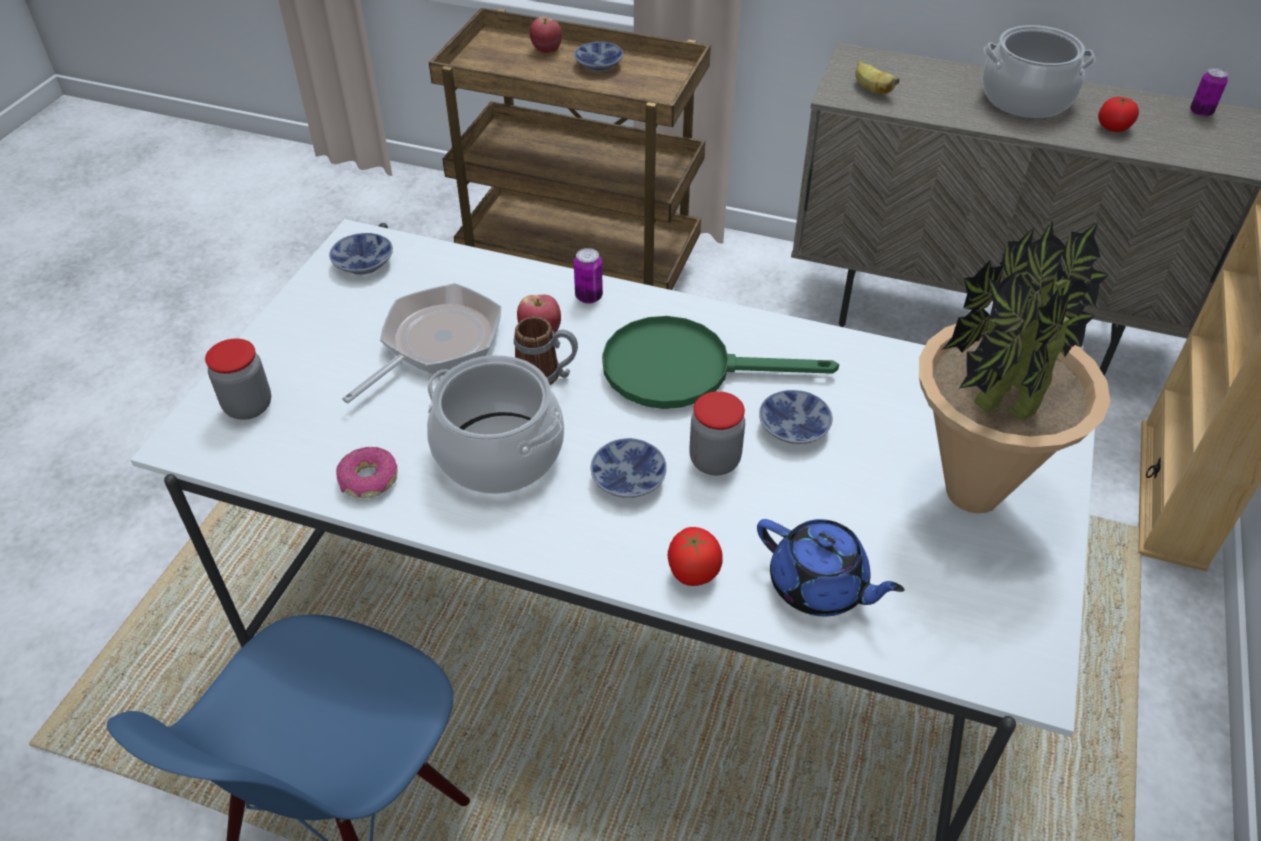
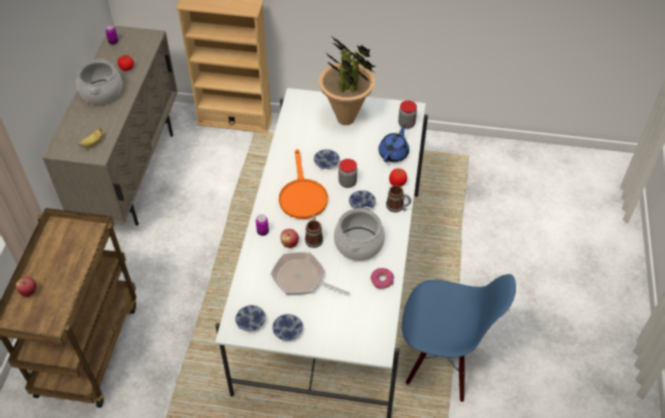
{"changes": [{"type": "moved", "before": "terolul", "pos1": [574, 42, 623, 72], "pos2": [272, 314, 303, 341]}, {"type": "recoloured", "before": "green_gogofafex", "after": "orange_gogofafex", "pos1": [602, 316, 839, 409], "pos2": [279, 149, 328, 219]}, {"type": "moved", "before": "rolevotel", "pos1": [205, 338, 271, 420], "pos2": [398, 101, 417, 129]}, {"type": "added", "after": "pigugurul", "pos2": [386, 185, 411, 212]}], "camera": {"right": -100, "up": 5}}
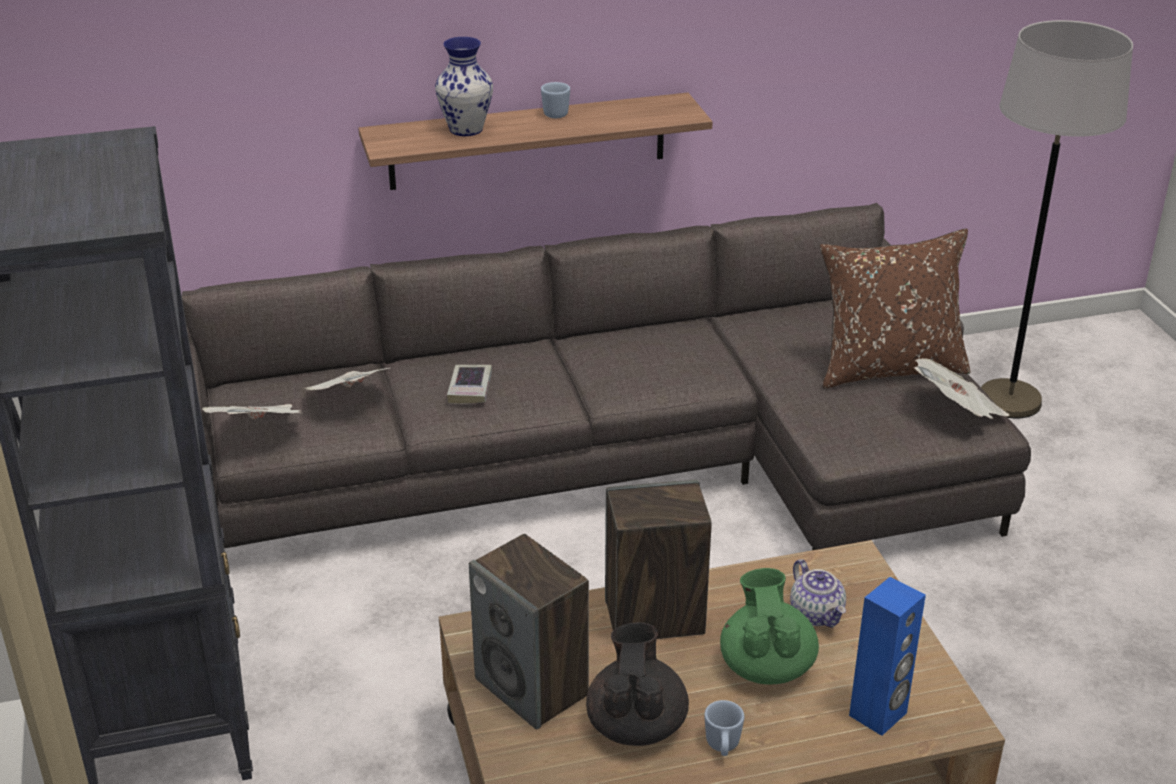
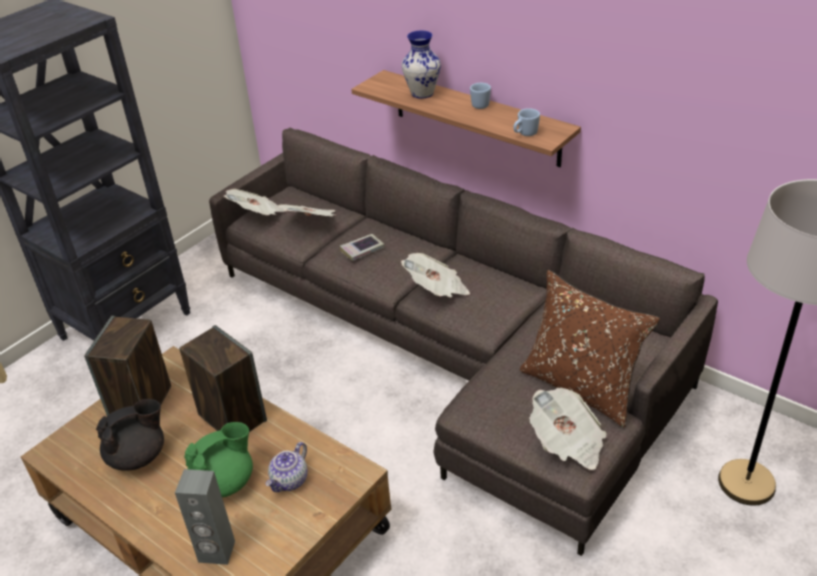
{"changes": [{"type": "recoloured", "before": "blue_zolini", "after": "grey_zolini", "pos1": [849, 577, 926, 736], "pos2": [175, 469, 235, 565]}, {"type": "moved", "before": "blue_pigugurul", "pos1": [704, 700, 744, 756], "pos2": [513, 108, 540, 136]}, {"type": "added", "after": "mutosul", "pos2": [401, 253, 470, 297]}], "camera": {"right": 55, "up": 5}}
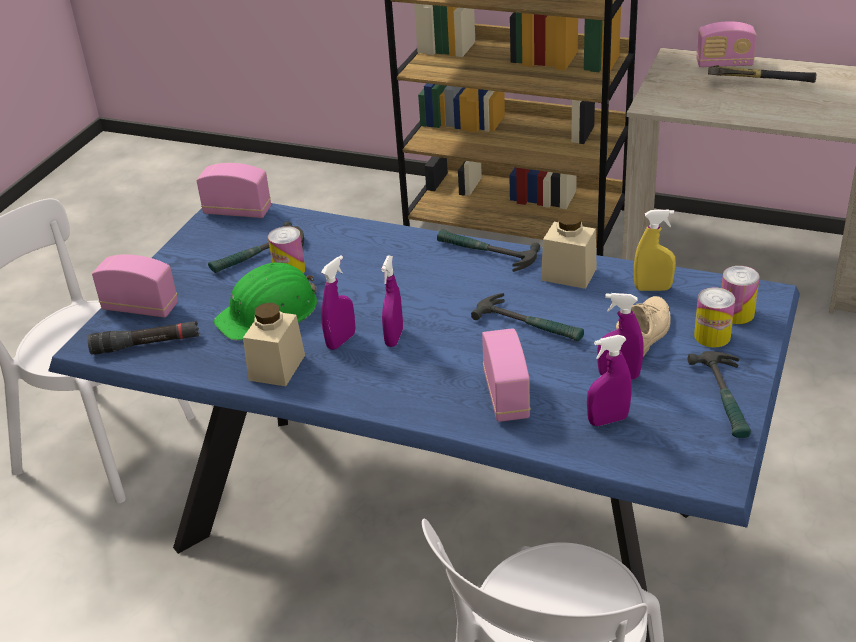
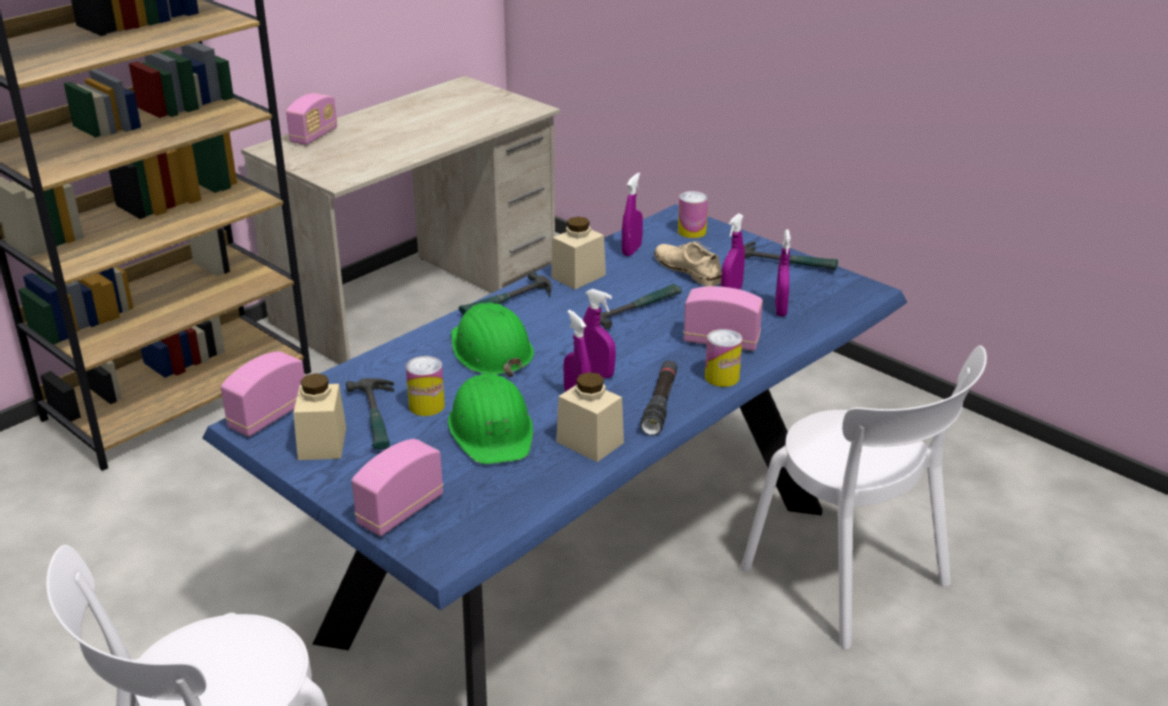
{"changes": [{"type": "removed", "before": "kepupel", "pos1": [708, 65, 816, 83]}, {"type": "recoloured", "before": "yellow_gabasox", "after": "purple_gabasox", "pos1": [634, 210, 676, 291], "pos2": [622, 172, 643, 256]}, {"type": "moved", "before": "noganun", "pos1": [694, 287, 735, 347], "pos2": [705, 329, 742, 387]}, {"type": "moved", "before": "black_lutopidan", "pos1": [87, 321, 199, 355], "pos2": [640, 360, 678, 436]}, {"type": "added", "after": "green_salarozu", "pos2": [451, 303, 534, 377]}, {"type": "added", "after": "beige_rolevotel", "pos2": [293, 373, 346, 460]}], "camera": {"right": -70, "up": -5}}
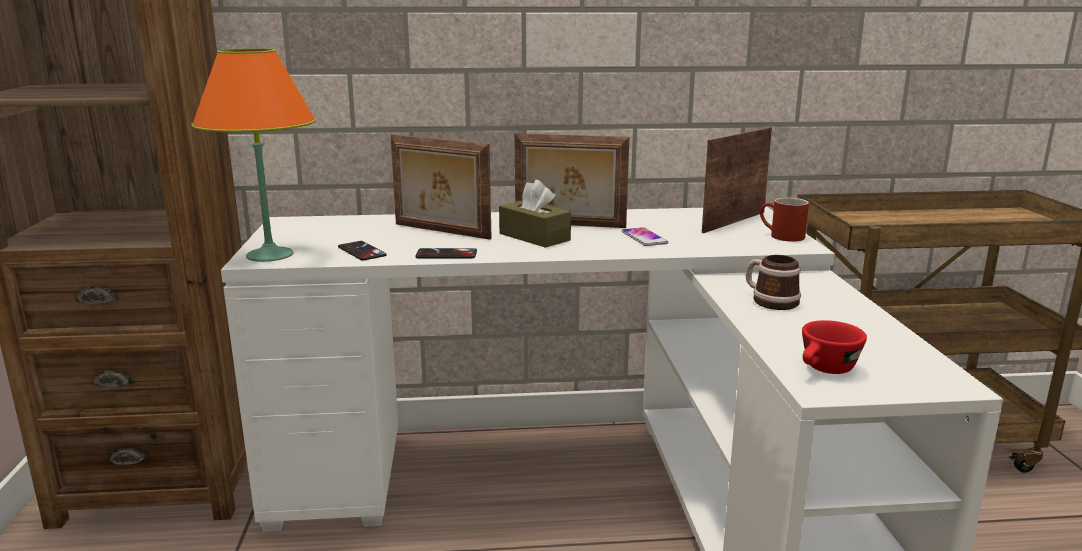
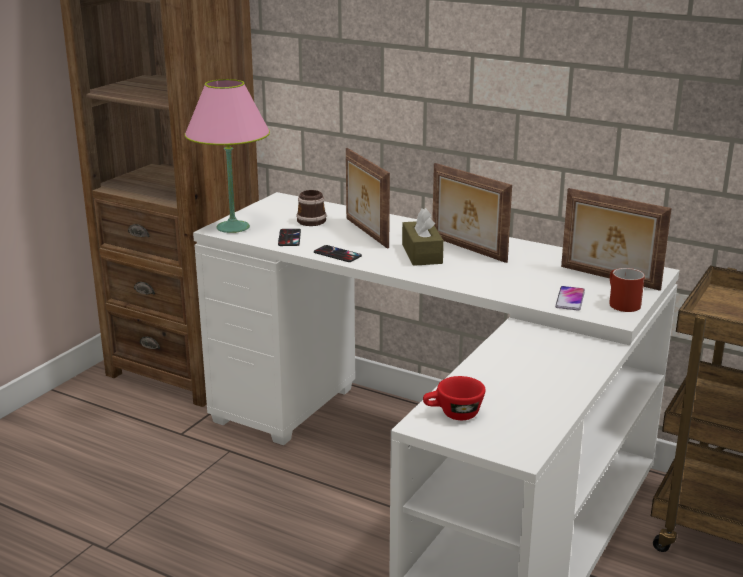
{"changes": [{"type": "recoloured", "before": "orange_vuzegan", "after": "pink_vuzegan", "pos1": [192, 49, 316, 262], "pos2": [185, 79, 270, 233]}, {"type": "turned", "before": "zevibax", "pos1": [702, 127, 772, 233], "pos2": [561, 188, 672, 291], "turn": -135}, {"type": "moved", "before": "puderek", "pos1": [622, 227, 668, 246], "pos2": [555, 286, 585, 311]}, {"type": "moved", "before": "pigugurul", "pos1": [746, 255, 801, 310], "pos2": [296, 190, 327, 226]}], "camera": {"right": 35, "up": 5}}
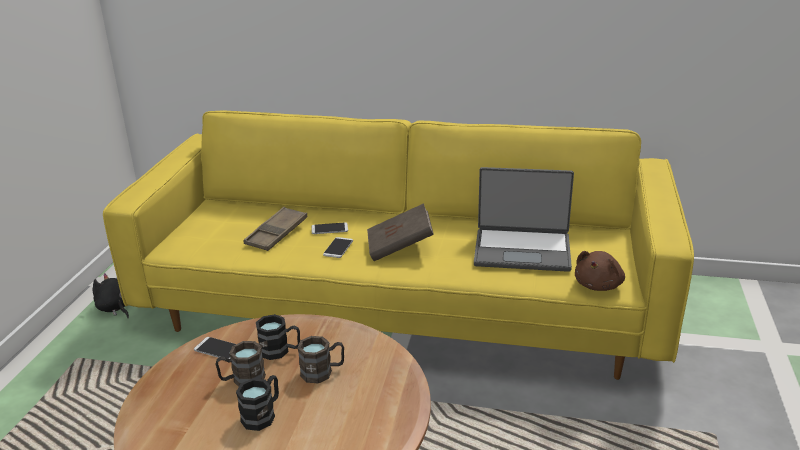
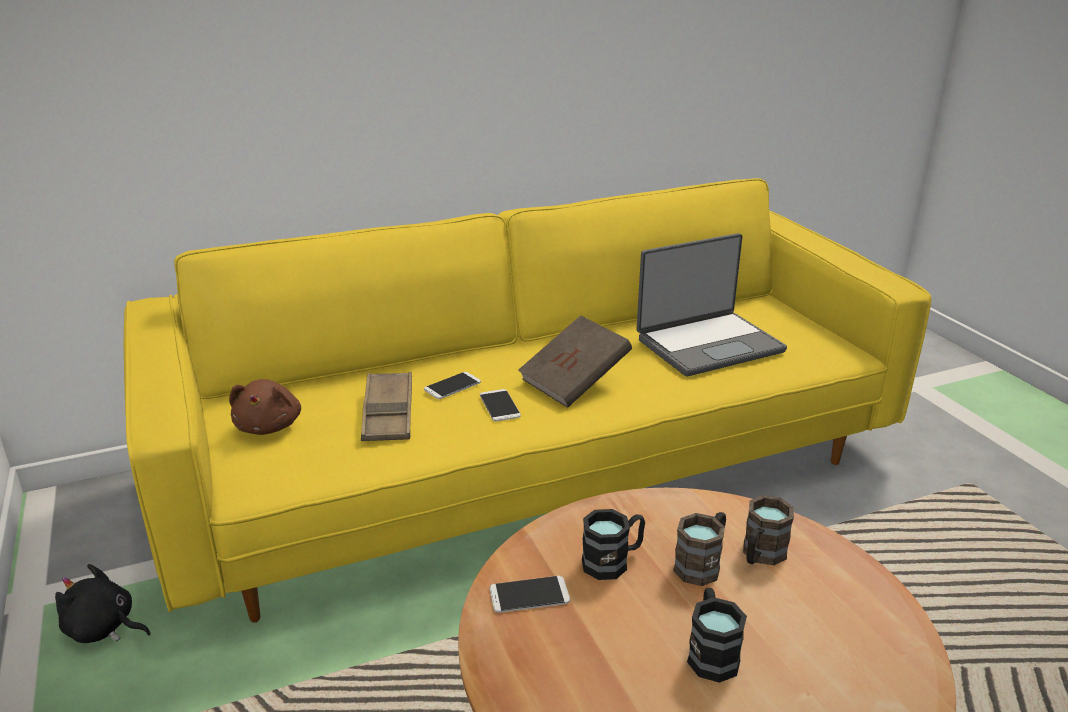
{"changes": [{"type": "moved", "before": "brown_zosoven", "pos1": [574, 251, 625, 291], "pos2": [229, 379, 301, 435]}, {"type": "moved", "before": "brown_pigugurul", "pos1": [215, 341, 266, 387], "pos2": [743, 495, 794, 565]}], "camera": {"right": -35, "up": 0}}
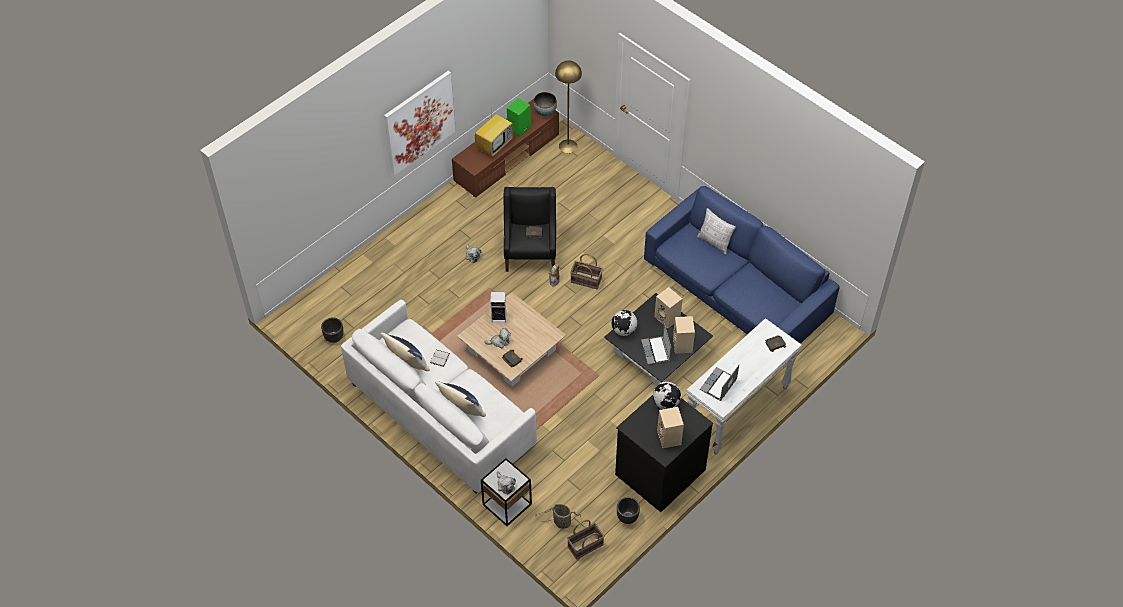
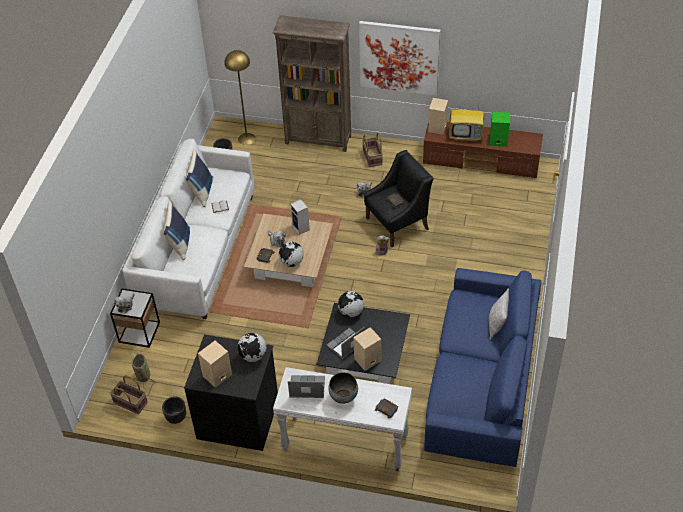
{"changes": [{"type": "moved", "before": "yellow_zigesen", "pos1": [555, 60, 582, 153], "pos2": [224, 50, 256, 145]}, {"type": "moved", "before": "terolul", "pos1": [533, 92, 557, 117], "pos2": [329, 372, 358, 404]}, {"type": "moved", "before": "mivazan", "pos1": [570, 254, 603, 289], "pos2": [362, 133, 383, 167]}, {"type": "moved", "before": "beige_zolini", "pos1": [655, 287, 682, 328], "pos2": [428, 98, 448, 135]}, {"type": "added", "after": "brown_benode", "pos2": [273, 15, 351, 152]}, {"type": "added", "after": "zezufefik", "pos2": [279, 242, 304, 267]}], "camera": {"right": 60, "up": -5}}
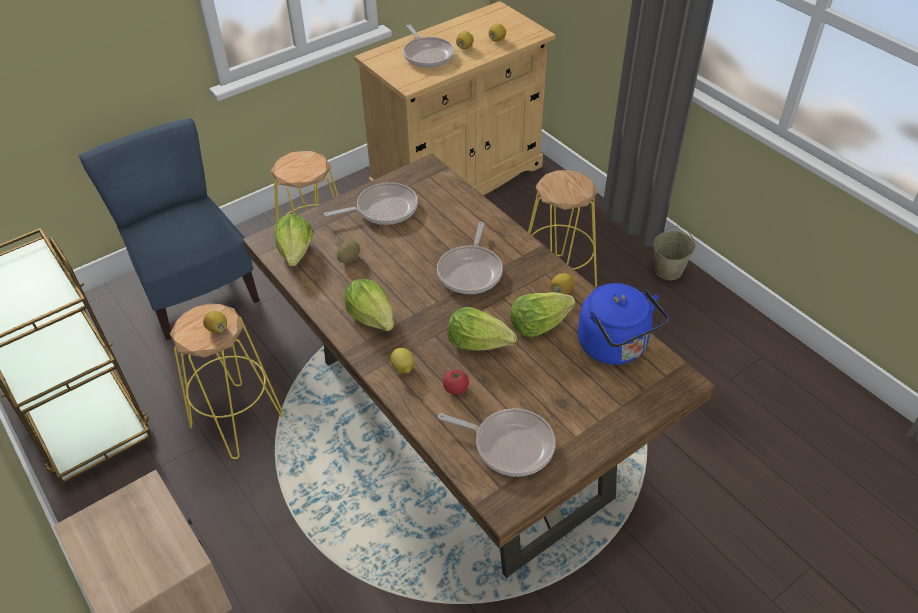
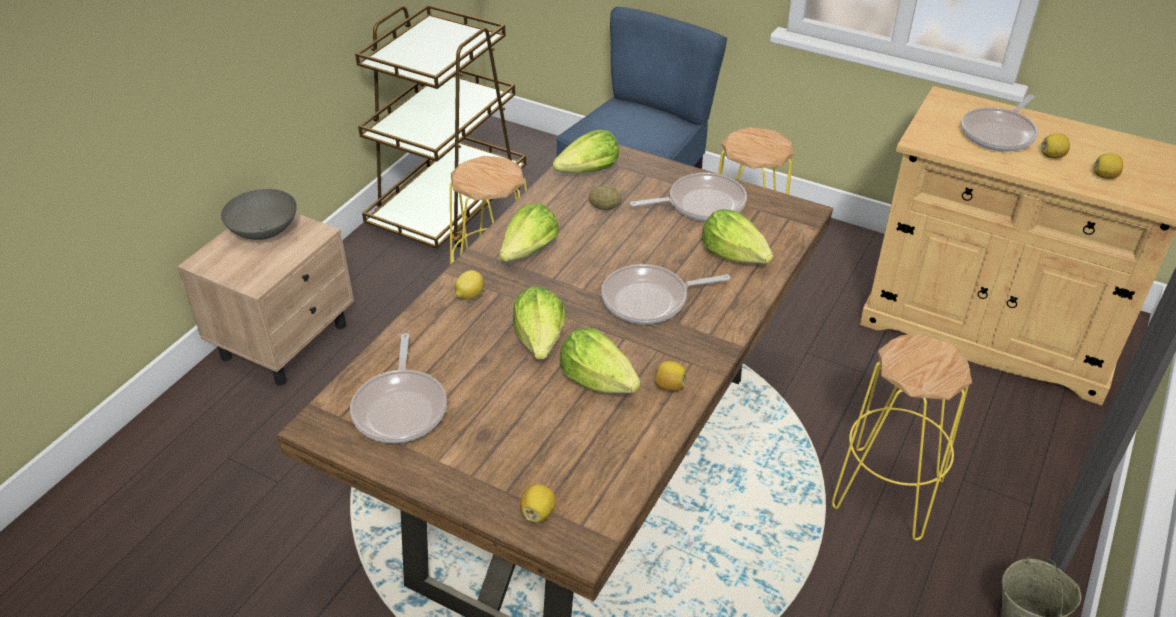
{"changes": [{"type": "turned", "before": "gogofafex", "pos1": [324, 182, 418, 225], "pos2": [630, 172, 747, 221], "turn": -60}, {"type": "removed", "before": "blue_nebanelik", "pos1": [578, 283, 669, 365]}, {"type": "moved", "before": "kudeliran", "pos1": [203, 311, 227, 333], "pos2": [520, 484, 556, 522]}, {"type": "removed", "before": "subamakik", "pos1": [443, 369, 469, 395]}, {"type": "added", "after": "grey_terolul", "pos2": [221, 189, 297, 240]}, {"type": "added", "after": "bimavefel", "pos2": [702, 210, 773, 264]}], "camera": {"right": 65, "up": -5}}
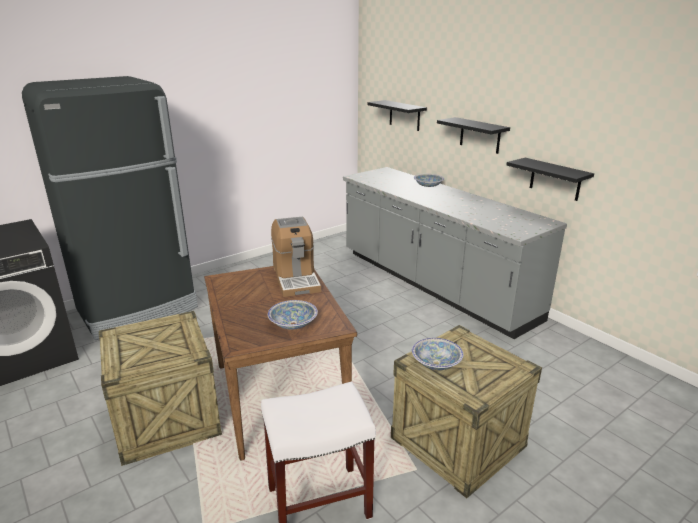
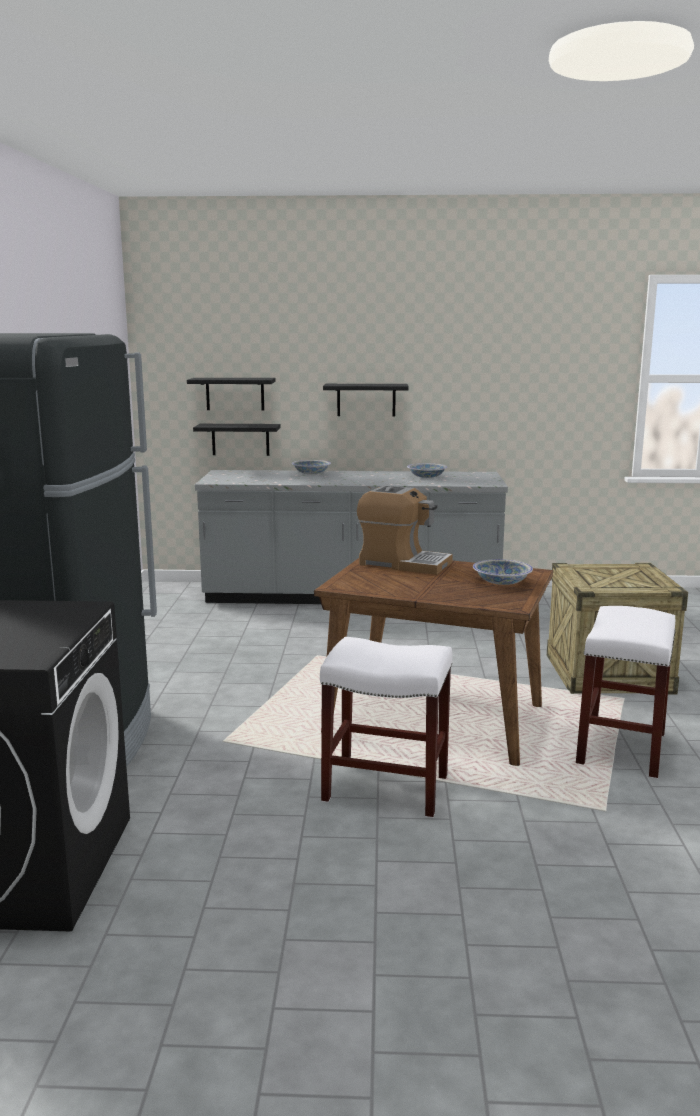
{"changes": [{"type": "moved", "before": "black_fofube", "pos1": [506, 158, 594, 201], "pos2": [193, 424, 281, 456]}, {"type": "replaced", "before": "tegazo", "after": "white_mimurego", "pos1": [99, 311, 222, 466], "pos2": [320, 637, 453, 818]}, {"type": "moved", "before": "terolul", "pos1": [412, 338, 463, 370], "pos2": [407, 463, 447, 478]}], "camera": {"right": -50, "up": -10}}
